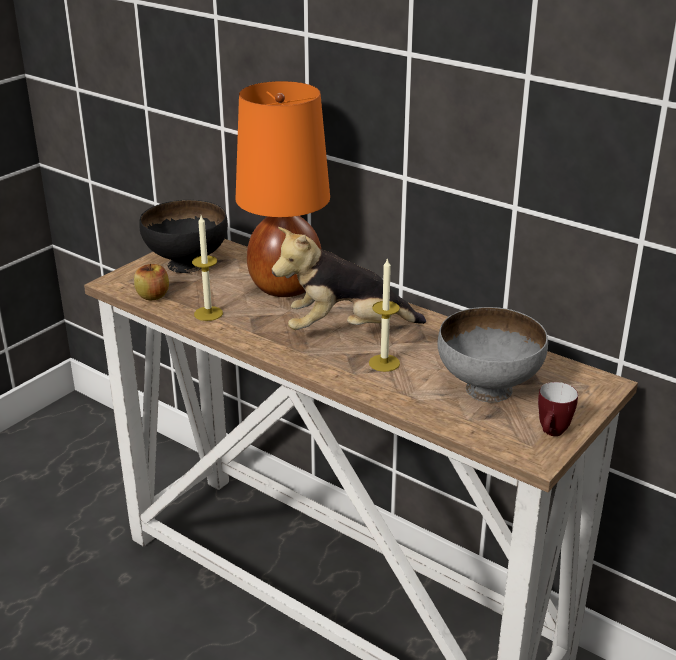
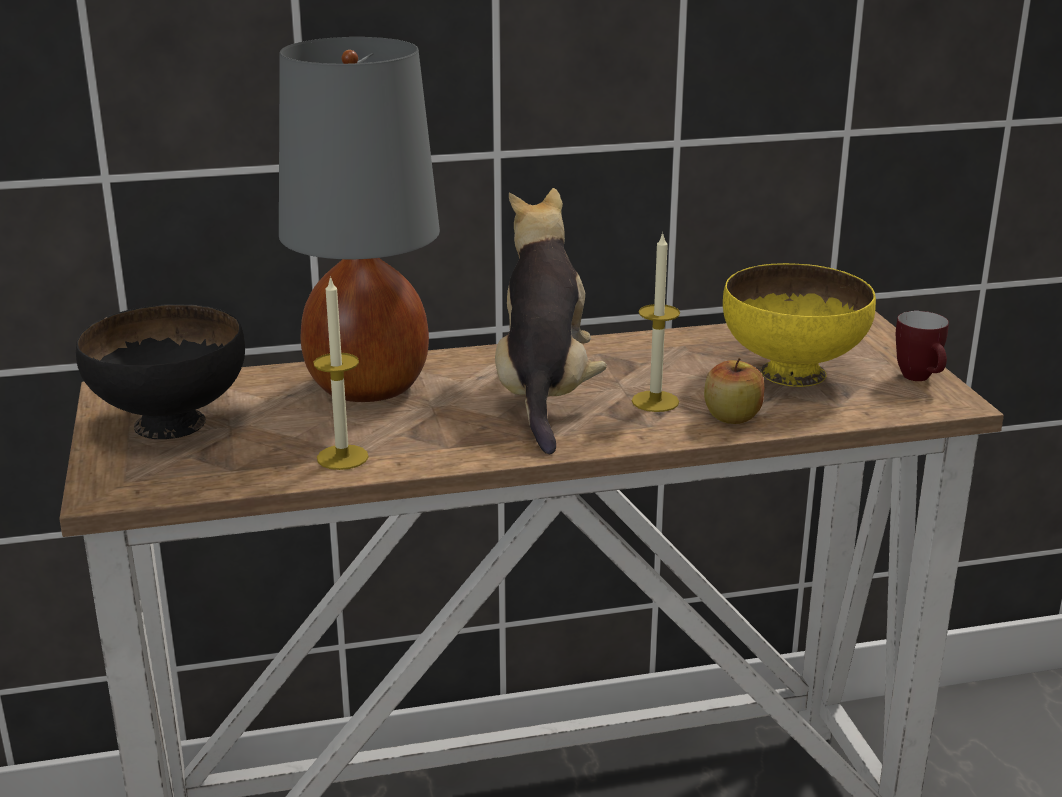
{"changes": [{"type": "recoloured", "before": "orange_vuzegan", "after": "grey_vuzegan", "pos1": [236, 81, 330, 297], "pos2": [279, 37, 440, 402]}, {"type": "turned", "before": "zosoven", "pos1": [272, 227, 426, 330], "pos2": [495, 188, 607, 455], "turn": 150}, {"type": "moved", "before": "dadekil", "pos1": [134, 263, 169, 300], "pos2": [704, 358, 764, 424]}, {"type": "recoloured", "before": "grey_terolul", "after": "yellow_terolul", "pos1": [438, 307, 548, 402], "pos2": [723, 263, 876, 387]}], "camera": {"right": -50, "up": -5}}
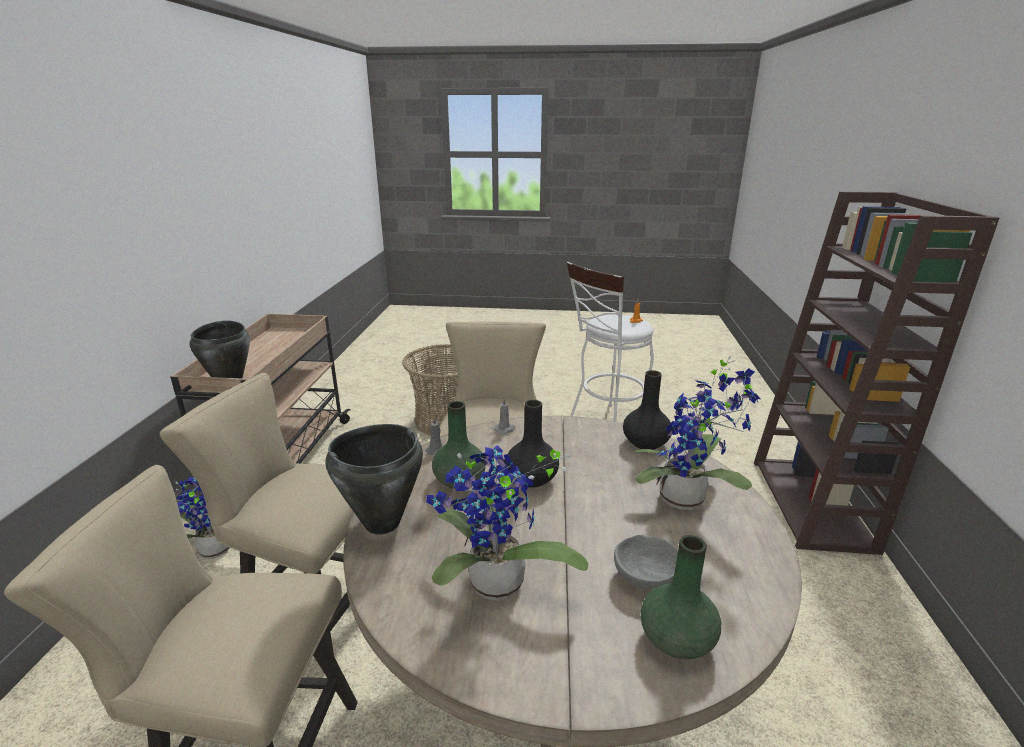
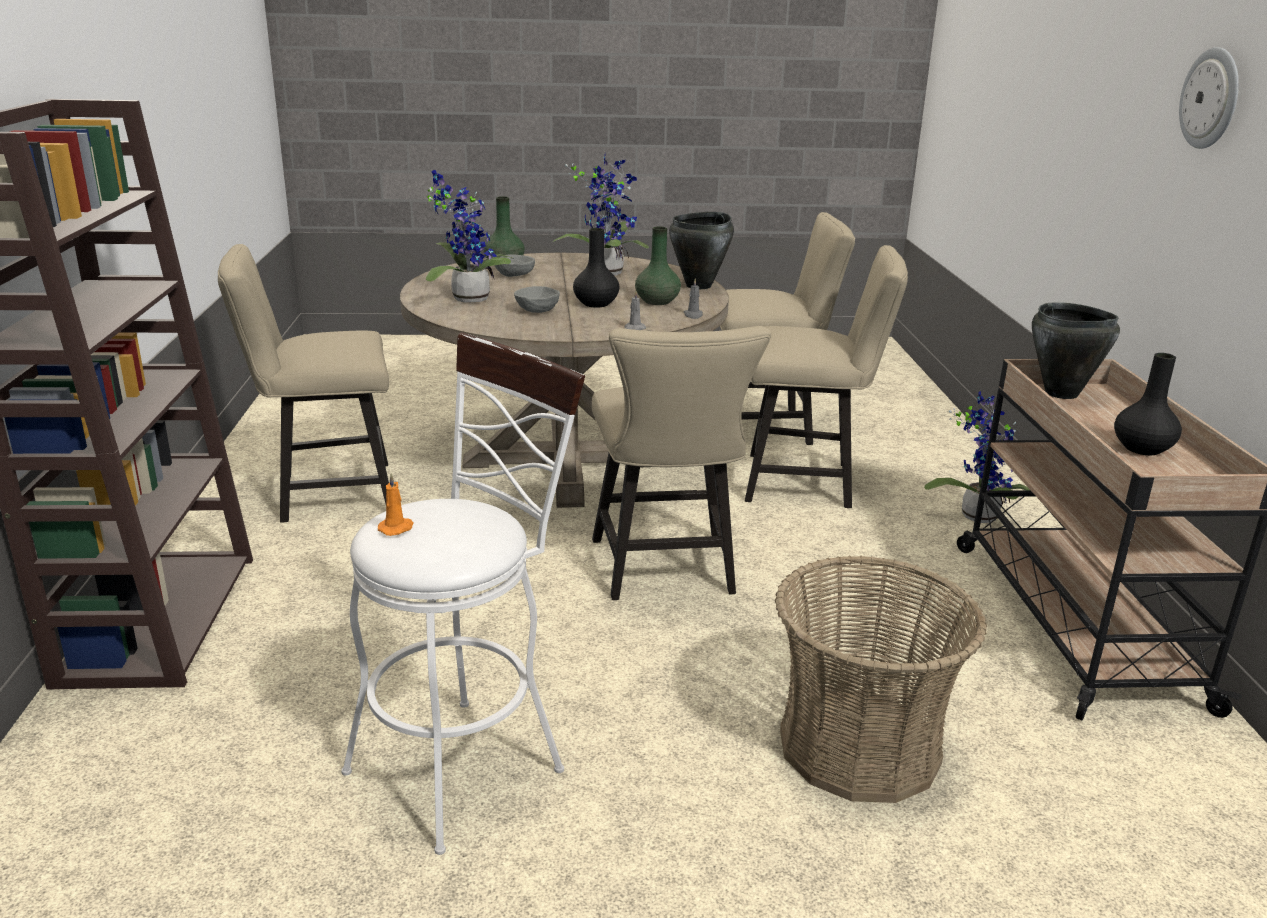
{"changes": [{"type": "moved", "before": "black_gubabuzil", "pos1": [623, 370, 671, 450], "pos2": [1114, 353, 1182, 455]}, {"type": "added", "after": "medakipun", "pos2": [1179, 47, 1239, 149]}, {"type": "added", "after": "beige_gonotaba", "pos2": [218, 244, 389, 523]}, {"type": "added", "after": "grey_terolul", "pos2": [514, 286, 560, 313]}], "camera": {"right": 170, "up": 0}}
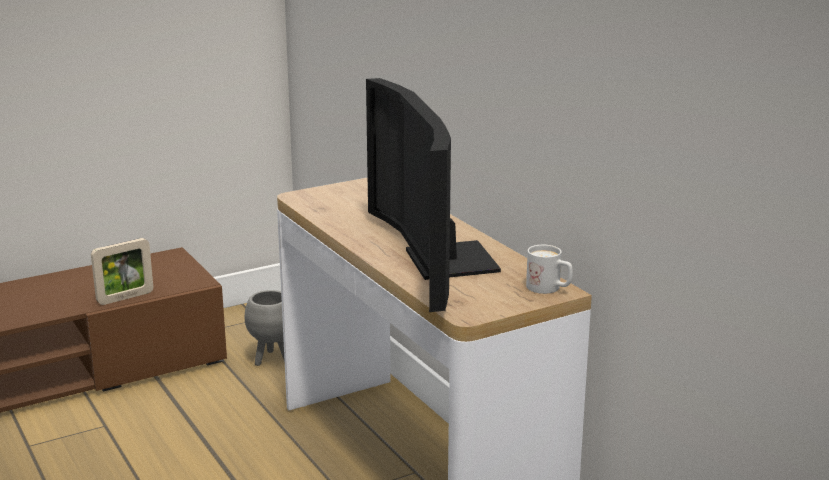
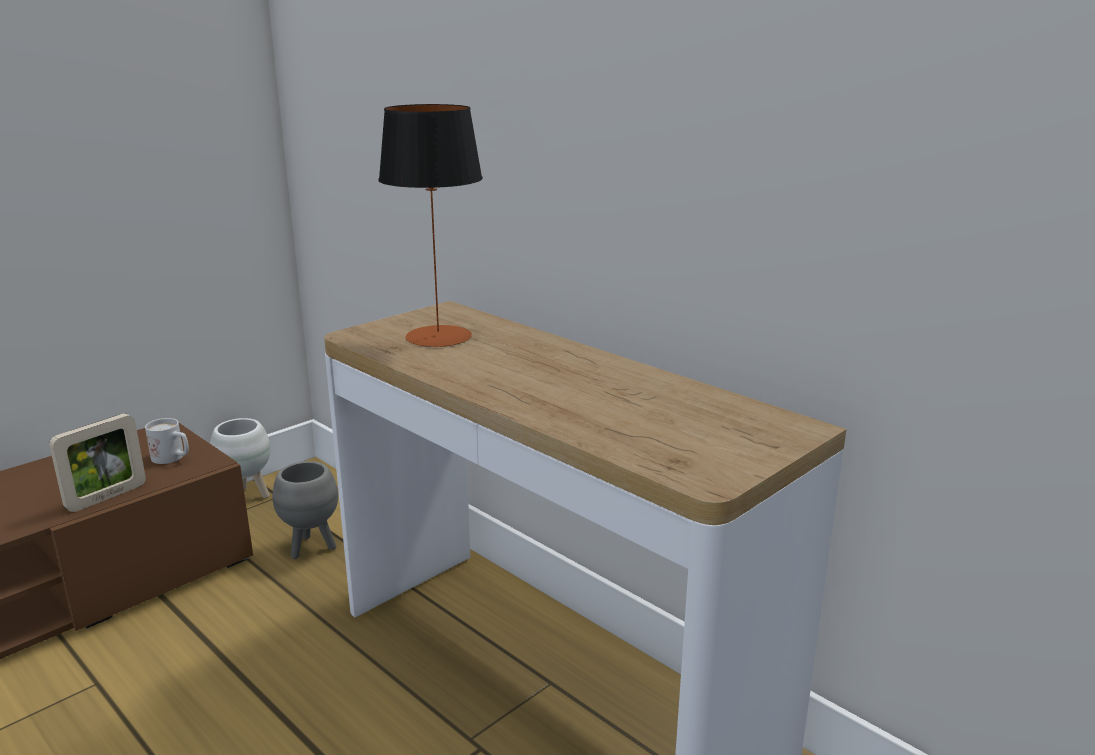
{"changes": [{"type": "removed", "before": "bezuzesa", "pos1": [366, 78, 501, 312]}, {"type": "moved", "before": "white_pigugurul", "pos1": [526, 245, 573, 294], "pos2": [145, 418, 189, 464]}, {"type": "added", "after": "vuzegan", "pos2": [378, 104, 483, 347]}, {"type": "added", "after": "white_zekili", "pos2": [210, 418, 270, 498]}], "camera": {"right": -15, "up": 0}}
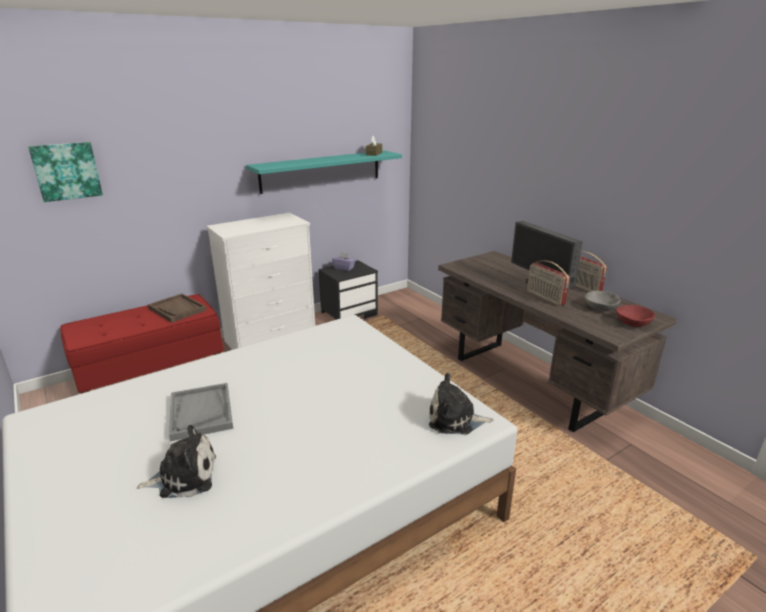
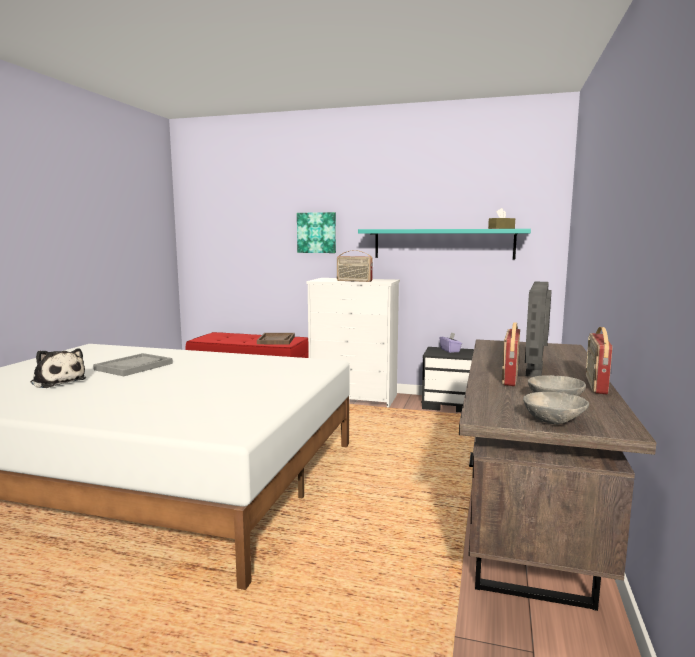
{"changes": [{"type": "moved", "before": "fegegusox", "pos1": [28, 142, 103, 202], "pos2": [297, 212, 336, 253]}, {"type": "recoloured", "before": "red_terolul", "after": "grey_terolul", "pos1": [616, 305, 655, 327], "pos2": [523, 392, 589, 424]}, {"type": "removed", "before": "zosoven", "pos1": [429, 373, 493, 435]}, {"type": "added", "after": "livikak", "pos2": [337, 250, 373, 282]}], "camera": {"right": 50, "up": -15}}
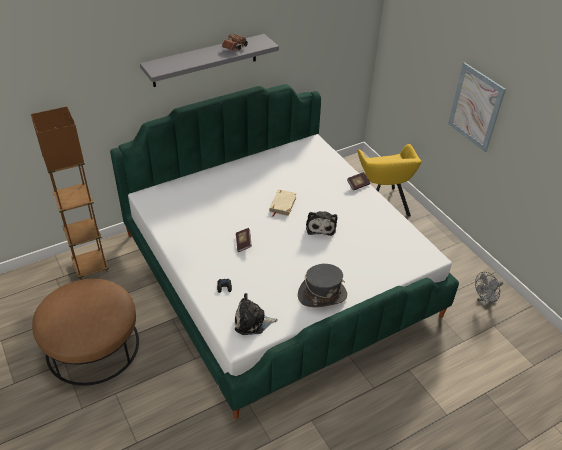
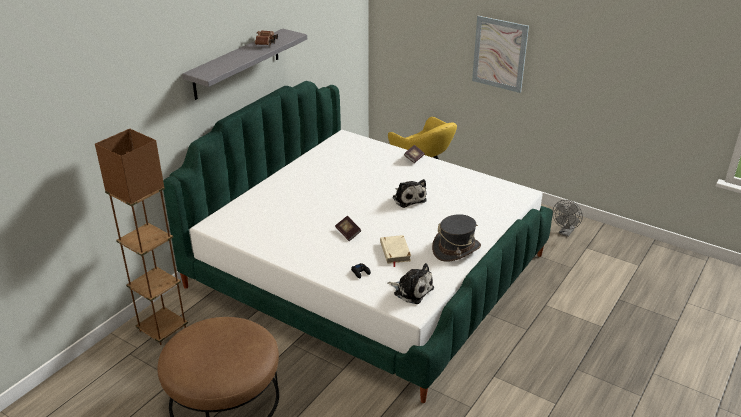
{"changes": [{"type": "moved", "before": "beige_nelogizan", "pos1": [269, 189, 297, 217], "pos2": [380, 235, 411, 267]}, {"type": "turned", "before": "zosoven", "pos1": [235, 293, 278, 335], "pos2": [387, 263, 434, 304], "turn": -120}], "camera": {"right": -25, "up": -10}}
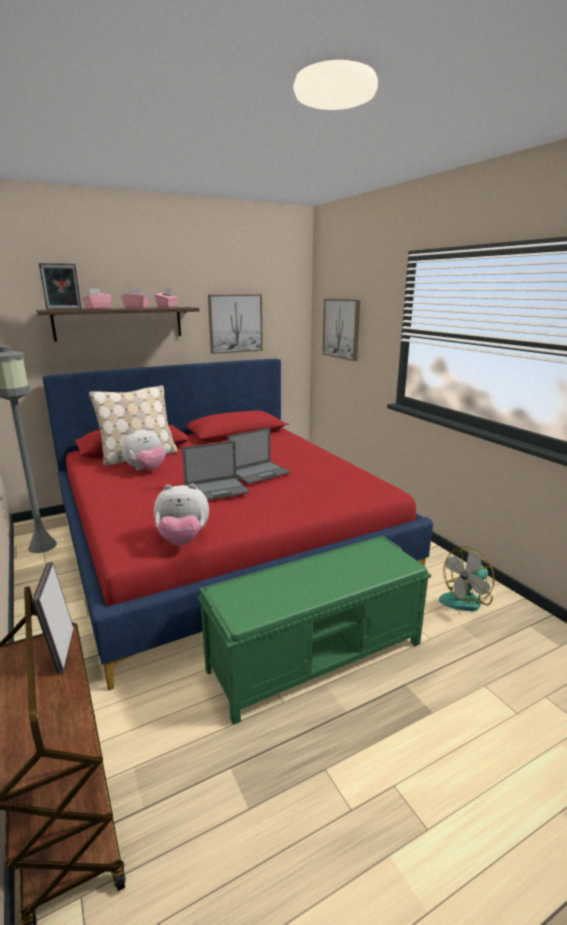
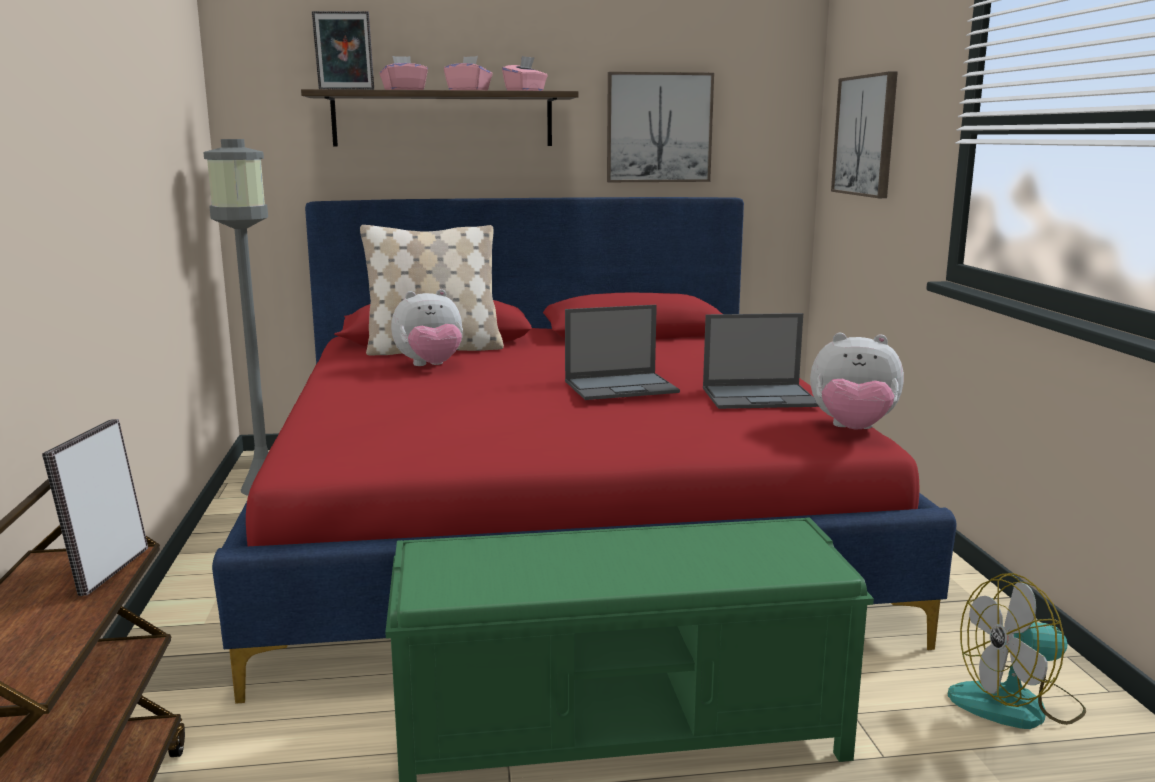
{"changes": [{"type": "moved", "before": "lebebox", "pos1": [182, 441, 249, 500], "pos2": [703, 313, 819, 409]}, {"type": "moved", "before": "zosoven", "pos1": [154, 484, 209, 546], "pos2": [810, 333, 904, 430]}], "camera": {"right": 20, "up": -5}}
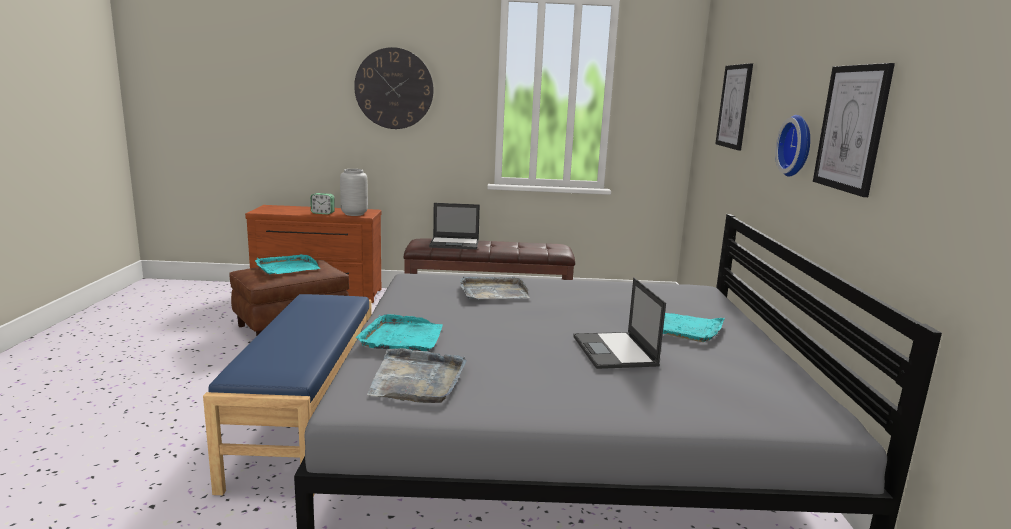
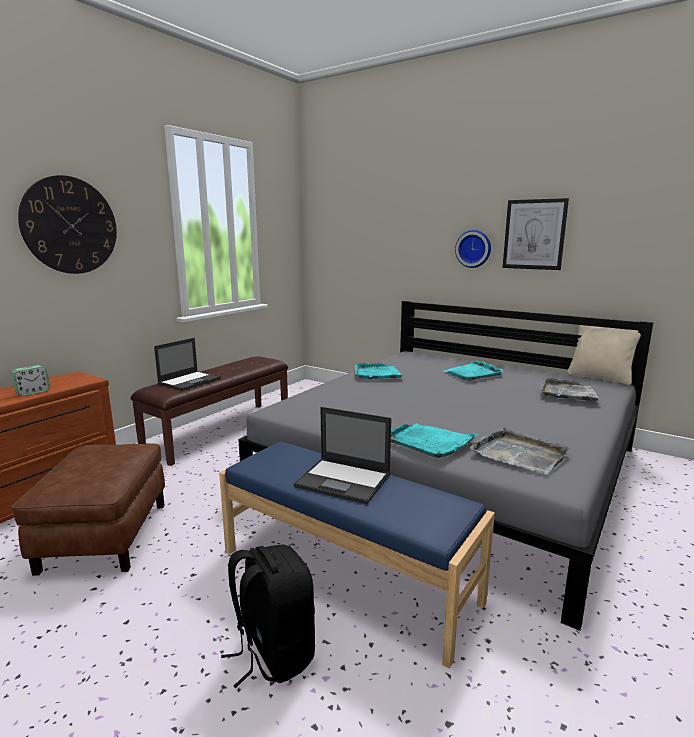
{"changes": [{"type": "removed", "before": "fegegusox", "pos1": [715, 63, 753, 150]}, {"type": "removed", "before": "grey_gubabuzil", "pos1": [340, 169, 368, 216]}, {"type": "moved", "before": "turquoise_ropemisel", "pos1": [255, 254, 320, 274], "pos2": [355, 363, 404, 379]}, {"type": "moved", "before": "grey_ropemisel", "pos1": [460, 276, 530, 299], "pos2": [540, 378, 600, 401]}, {"type": "moved", "before": "lebebox", "pos1": [573, 278, 666, 369], "pos2": [294, 407, 391, 504]}, {"type": "added", "after": "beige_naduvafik", "pos2": [567, 325, 641, 385]}, {"type": "added", "after": "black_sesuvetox", "pos2": [221, 545, 315, 688]}], "camera": {"right": -55, "up": 0}}
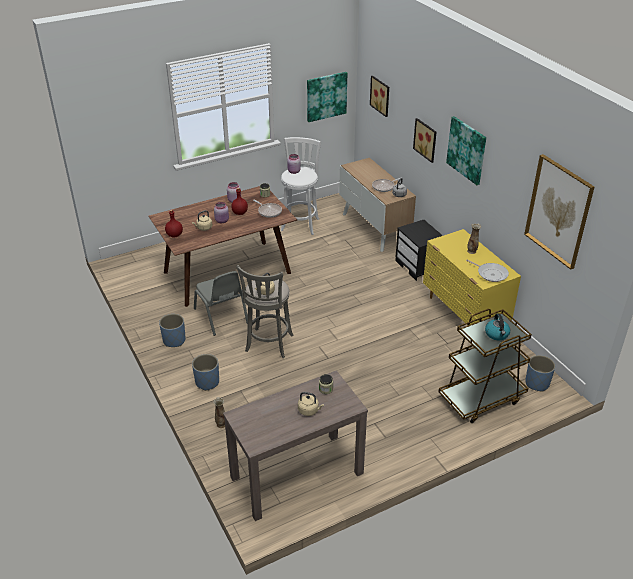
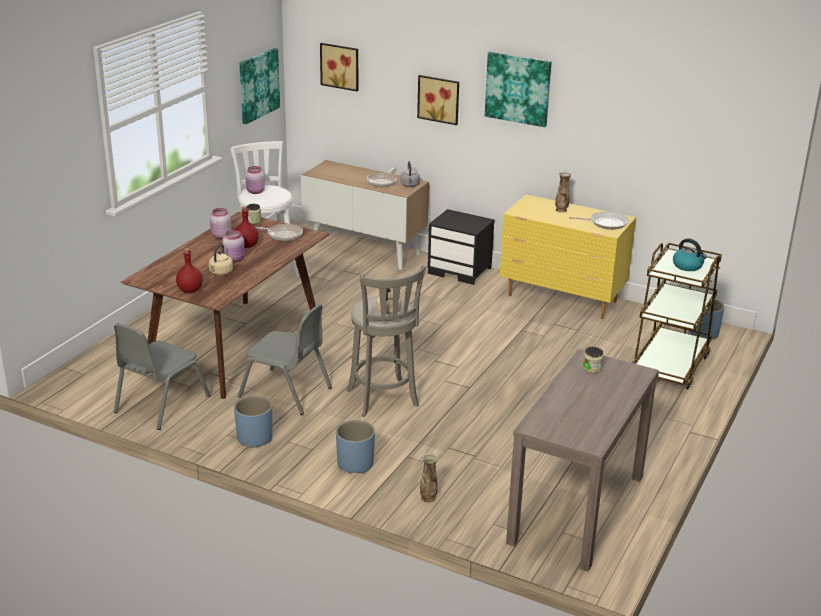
{"changes": [{"type": "removed", "before": "fegegusox", "pos1": [524, 154, 594, 270]}, {"type": "removed", "before": "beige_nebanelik", "pos1": [298, 392, 324, 416]}, {"type": "added", "after": "grey_gonotaba", "pos2": [114, 323, 210, 430]}], "camera": {"right": -35, "up": -10}}
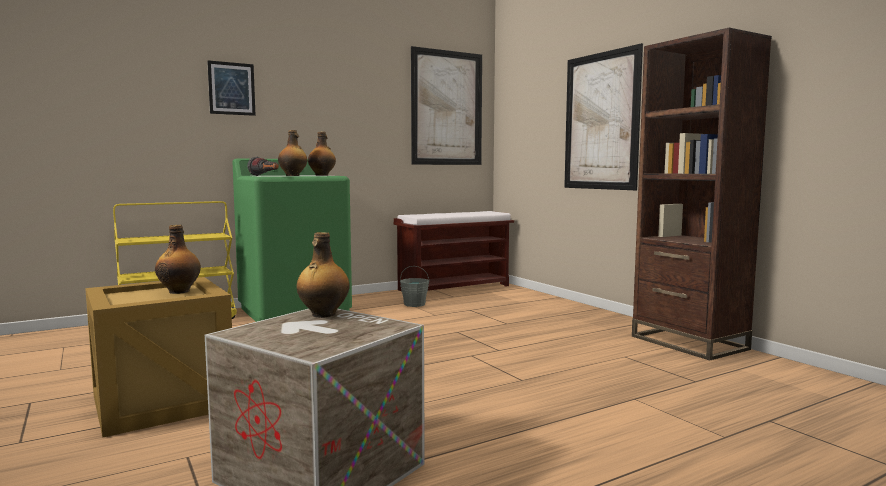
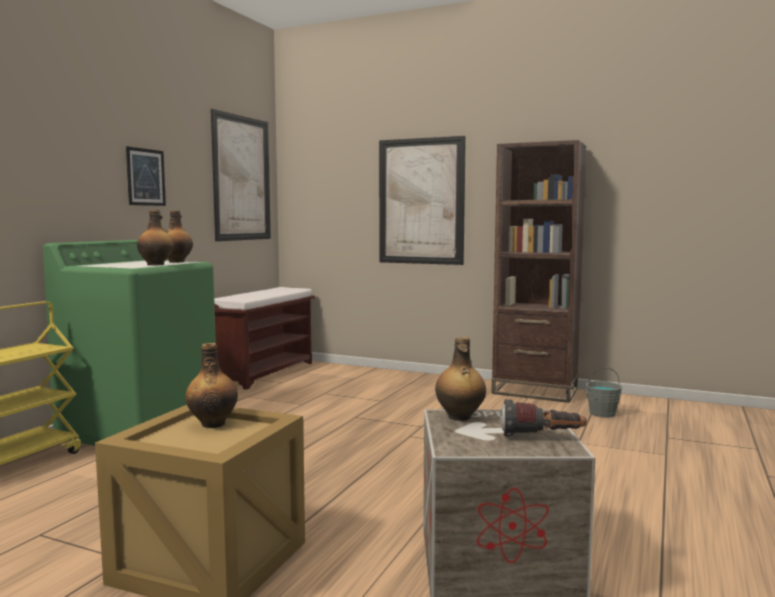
{"changes": [{"type": "moved", "before": "fegegusox", "pos1": [207, 60, 256, 116], "pos2": [126, 146, 166, 206]}, {"type": "moved", "before": "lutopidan", "pos1": [247, 157, 279, 176], "pos2": [500, 399, 586, 437]}, {"type": "moved", "before": "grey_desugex", "pos1": [400, 266, 429, 307], "pos2": [586, 368, 623, 418]}], "camera": {"right": -35, "up": 0}}
